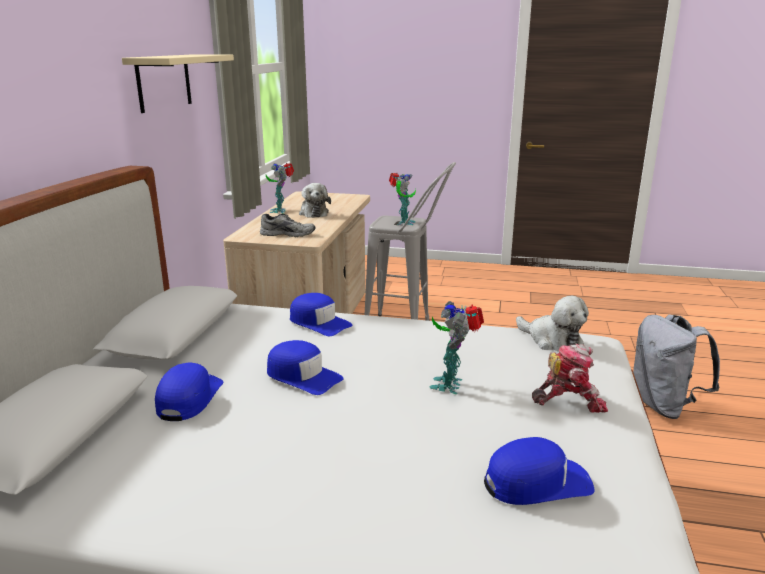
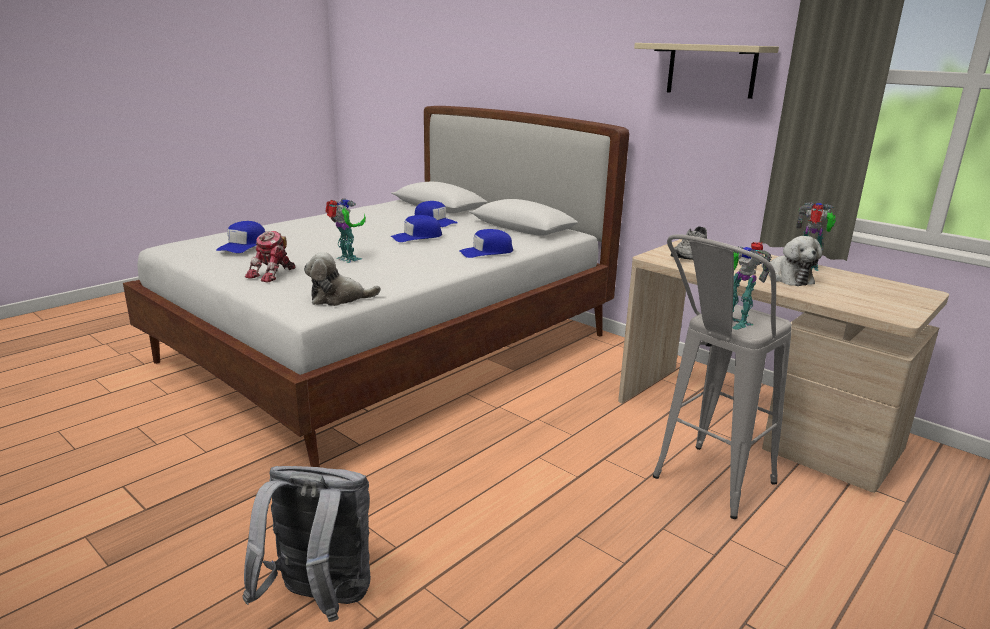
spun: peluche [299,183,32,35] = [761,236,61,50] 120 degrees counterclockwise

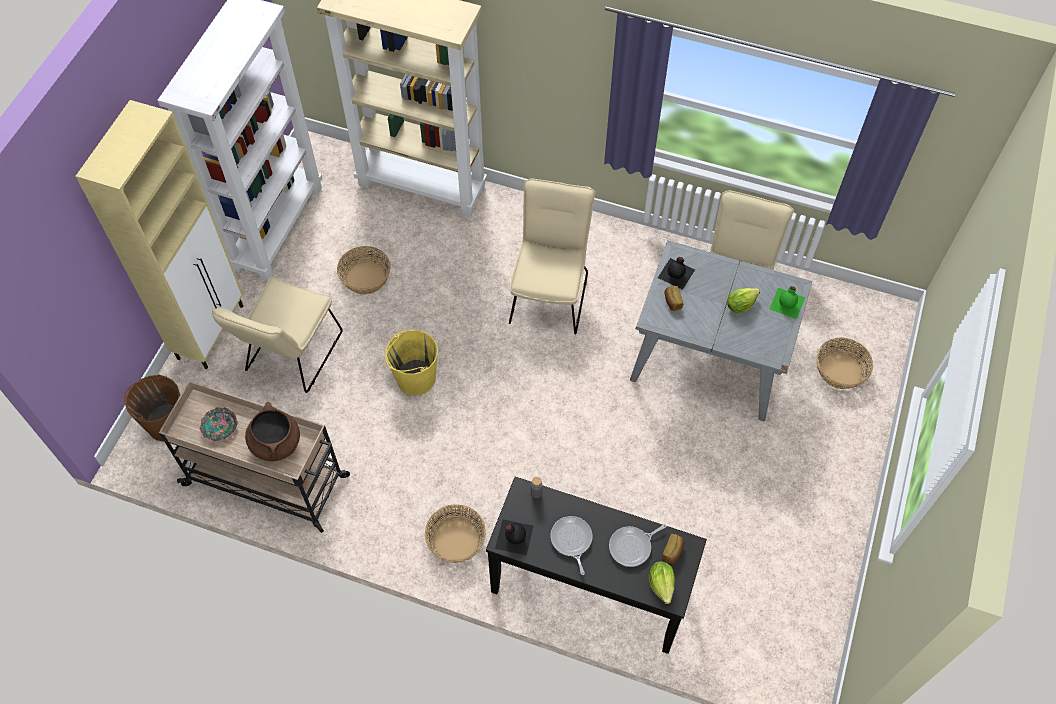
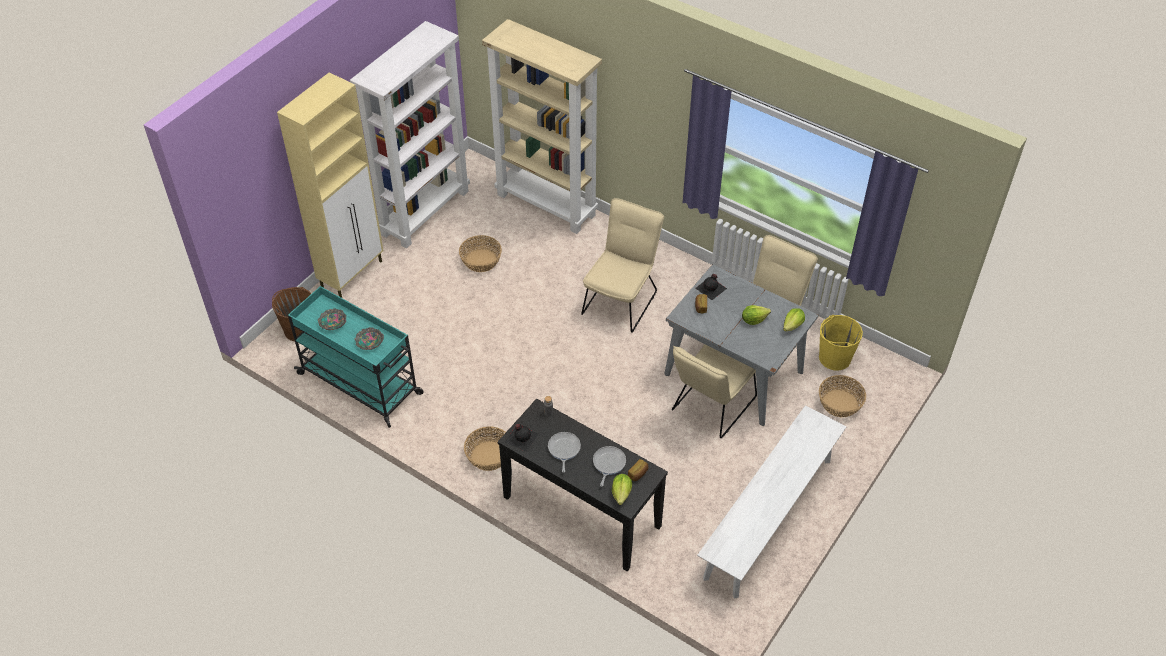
appeared: banco/blanco [697,405,150,194]
relocated: silla/beis [211,277,132,116] to [672,344,85,94]; cubo/amarillo [385,330,53,65] to [819,315,44,56]
exchanged: botella/verde [769,286,36,33] to lechuga [783,308,22,23]; olla/marrón [245,402,55,59] to cuenco [355,327,29,23]
colour: carrito/beis [159,381,191,152] to carrito/turquesa [288,286,136,142]
spun: sartén [609,524,57,43] = [593,446,33,41] 120 degrees clockwise

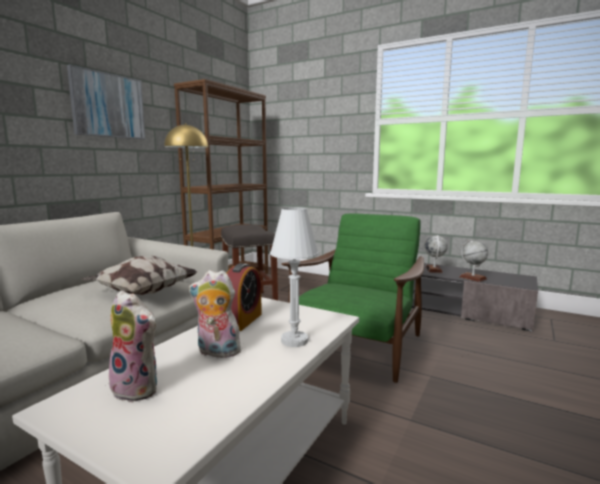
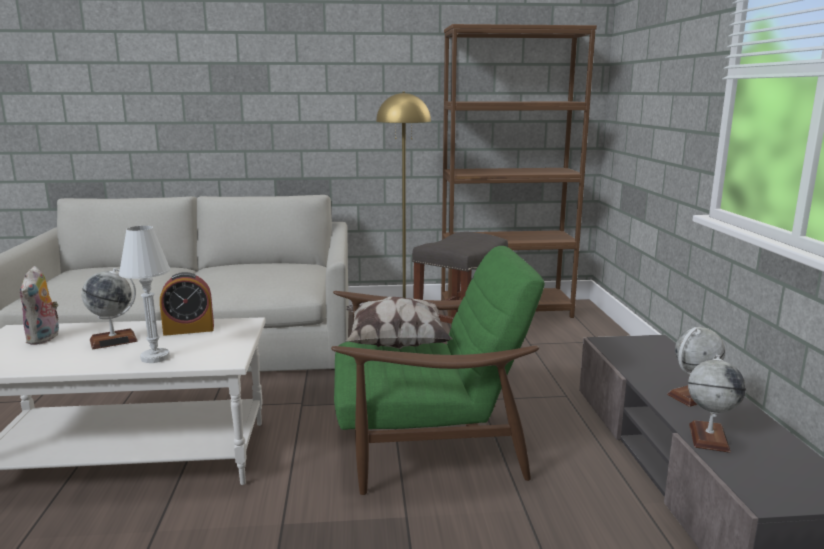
missing: cuadro [67,64,78,75]
relocated: cojín [81,255,116,40] to [345,297,107,52]
exchanged: peluche [189,270,52,90] to globo terráqueo [82,268,56,82]

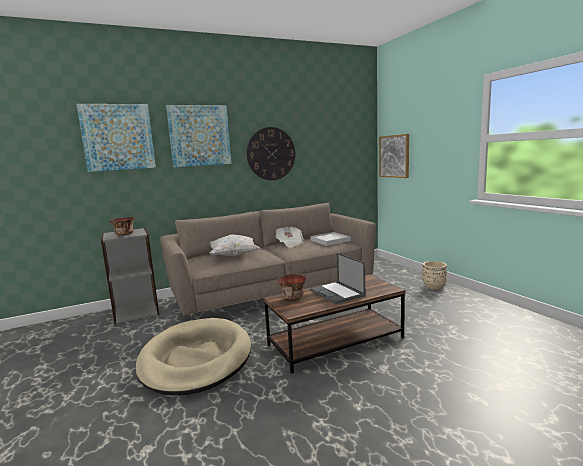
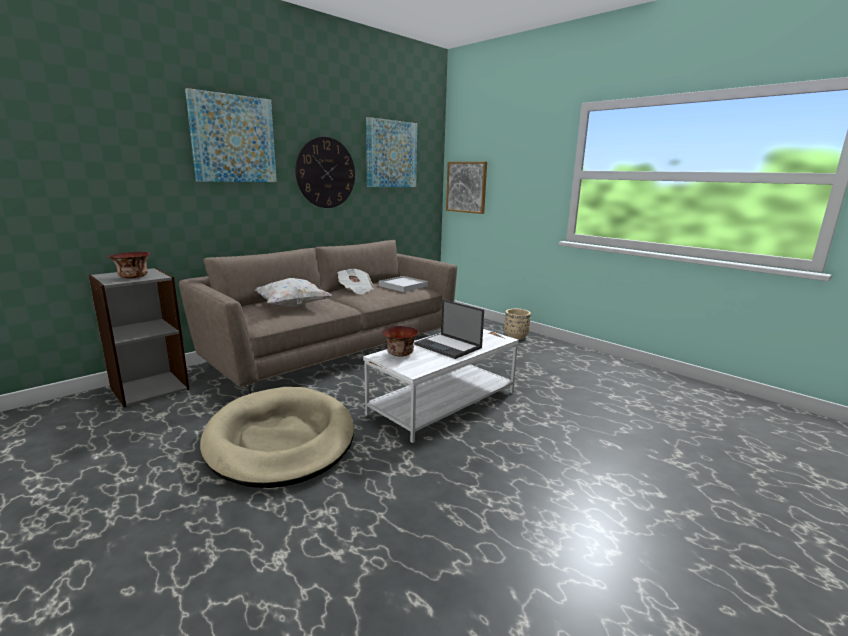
relocated: cuadro [77,104,79,68] to [366,117,51,70]
colour: mesa de centro/marrón [263,274,142,100] to mesa de centro/blanco [363,329,156,114]

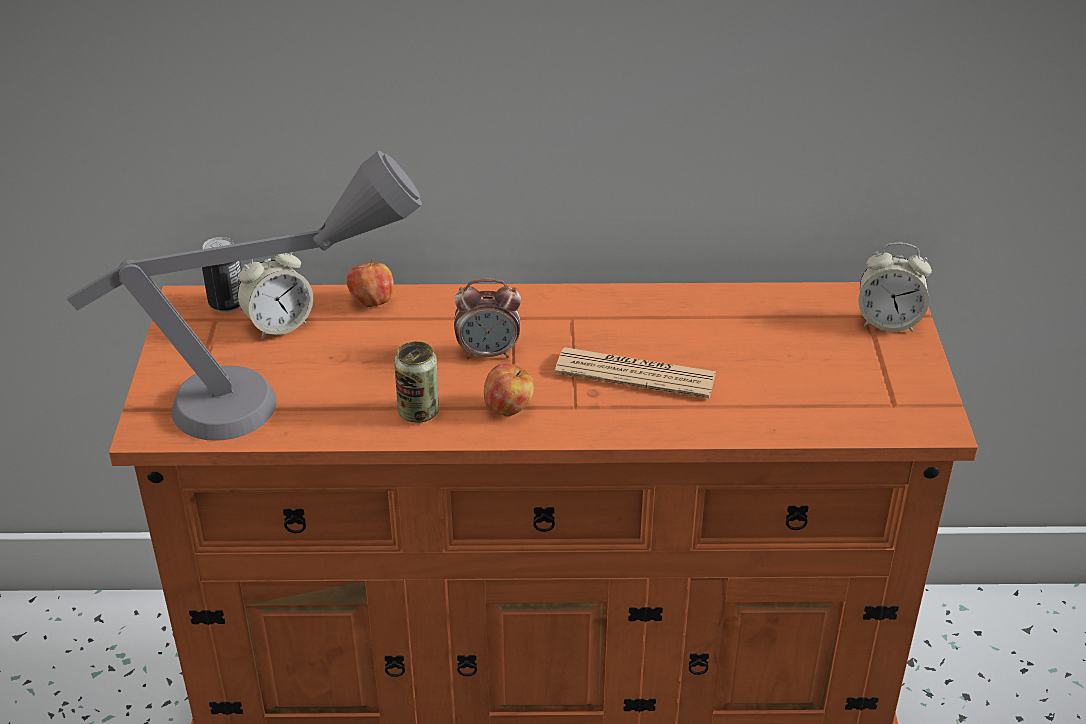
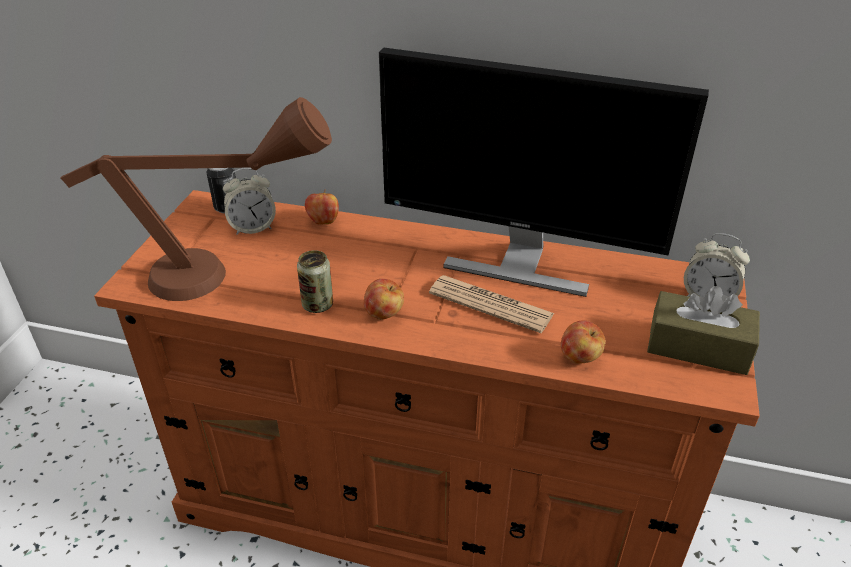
missing: despertador [454,279,67,80]
appeared: monitor [379,48,330,249]; caja de pañuelos/marrón [647,286,113,89]; manzana [561,320,45,44]
colour: lámpara de mesa/gris [67,150,355,291] to lámpara de mesa/marrón [61,97,271,204]

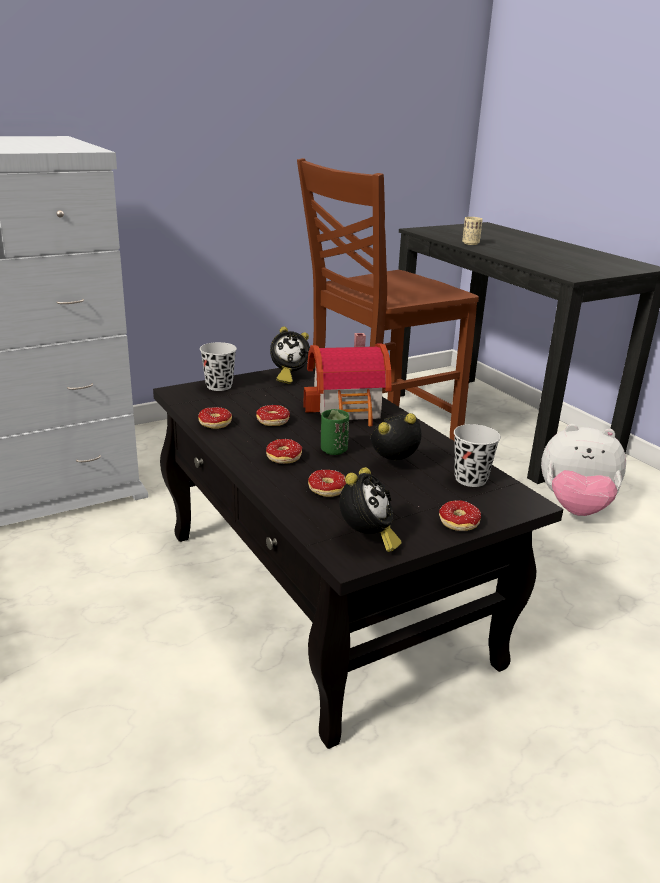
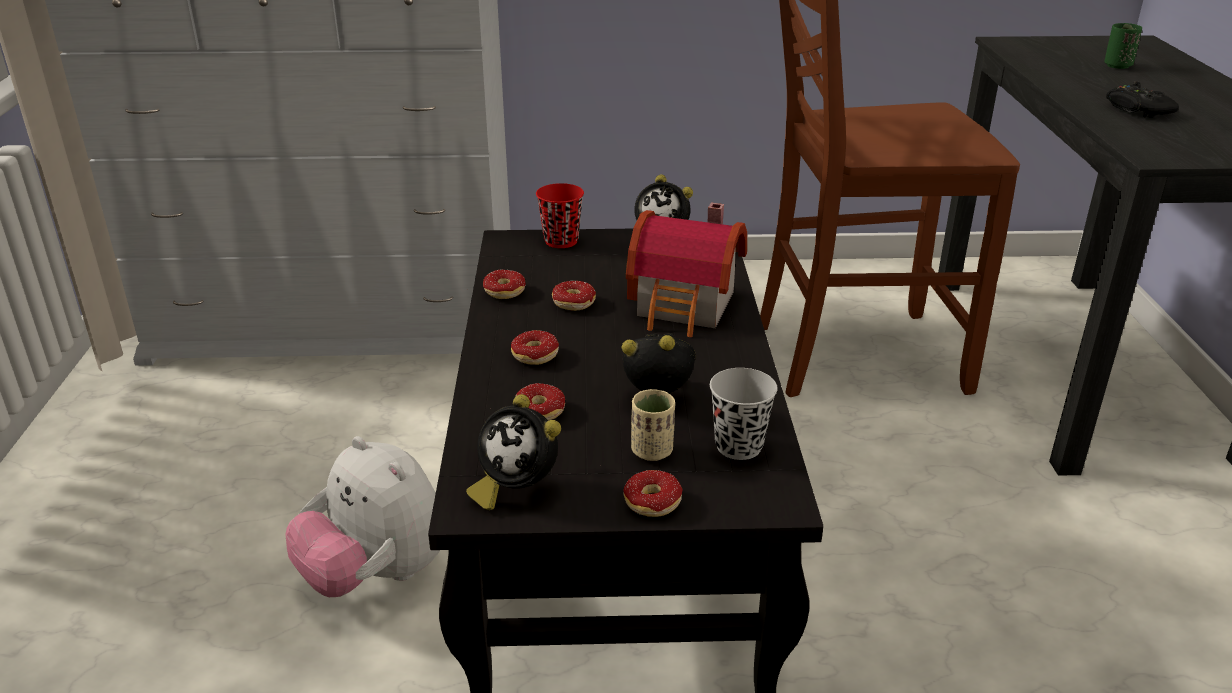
appeared: mando de consola/negro [1106,81,73,37]
relocated: taza/beis [462,217,21,28] to [631,389,44,72]; taza/verde [321,409,28,46] to [1104,23,38,46]; peluche [541,424,85,92] to [285,436,155,161]
colour: taza/negro [200,342,37,49] to taza/rojo [536,183,48,65]
spun: despertador [339,467,63,85] = [466,394,95,116] 75 degrees clockwise

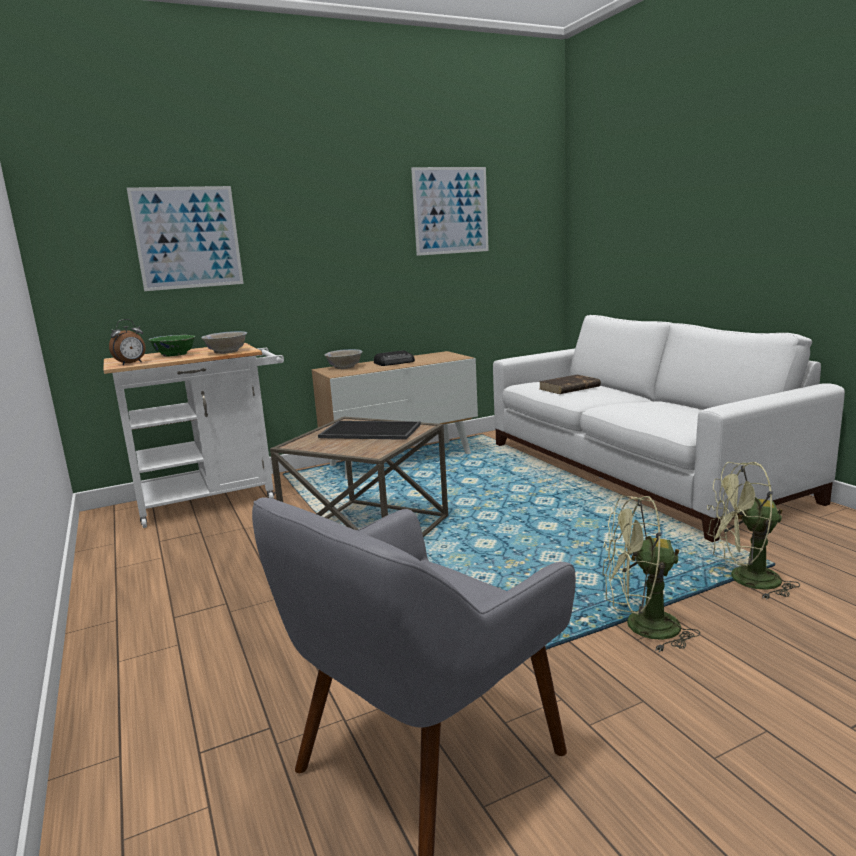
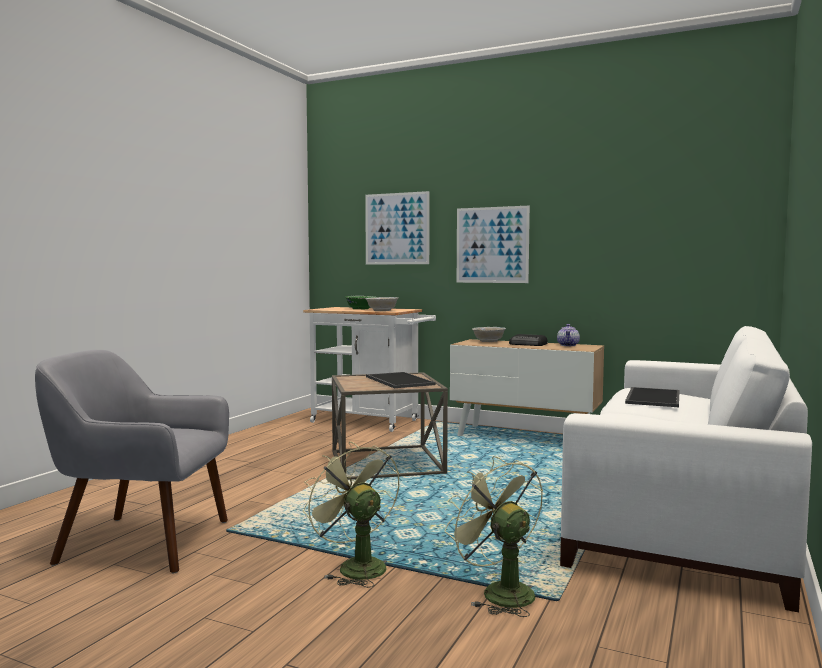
missing: despertador [109,319,37,46]
appeared: tetera [557,324,23,22]
relocated: cuadro [411,167,78,89] to [457,206,73,77]
exchanged: libro/marrón [539,375,62,19] to bandeja [625,387,55,20]

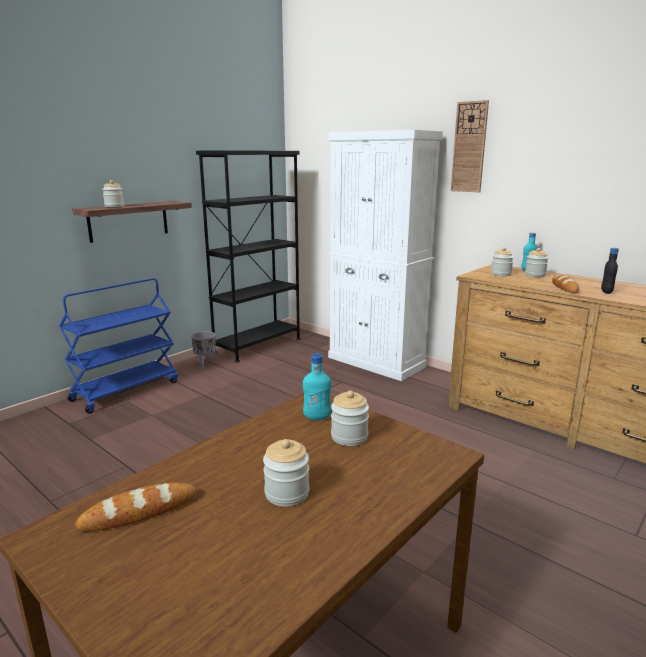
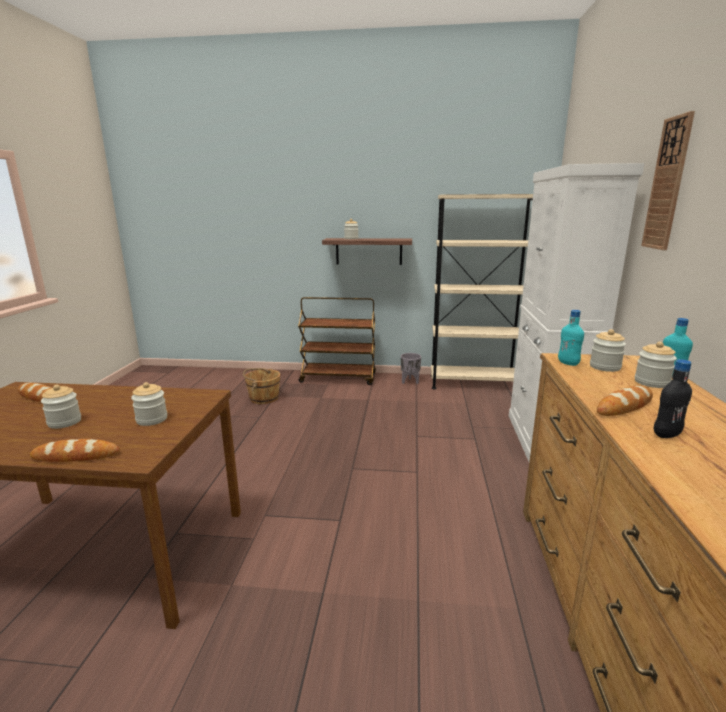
appeared: cubo/marrón [243,368,37,36]; pan [30,439,90,23]
relocated: botella/turquesa [303,354,28,66] to [558,310,26,56]
colour: estantería/negro [196,150,105,213] to estantería/beis [431,194,102,195]; carrito/azul [59,278,119,136] to carrito/marrón [298,297,78,88]

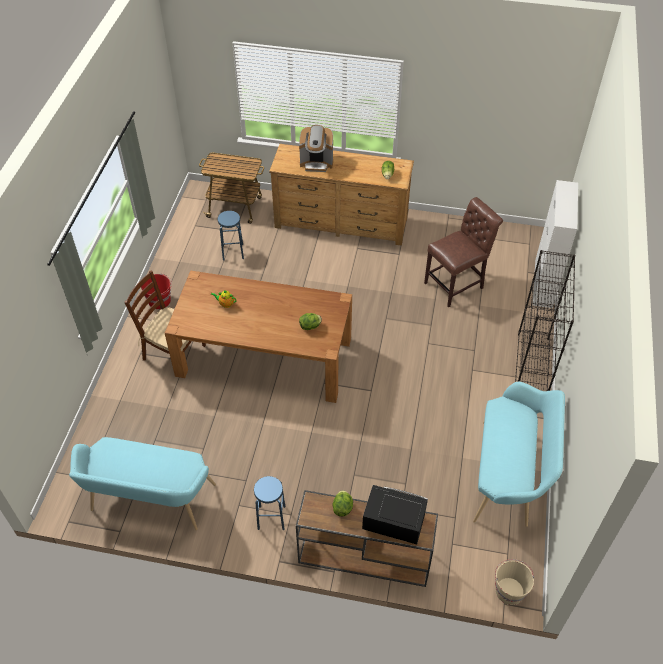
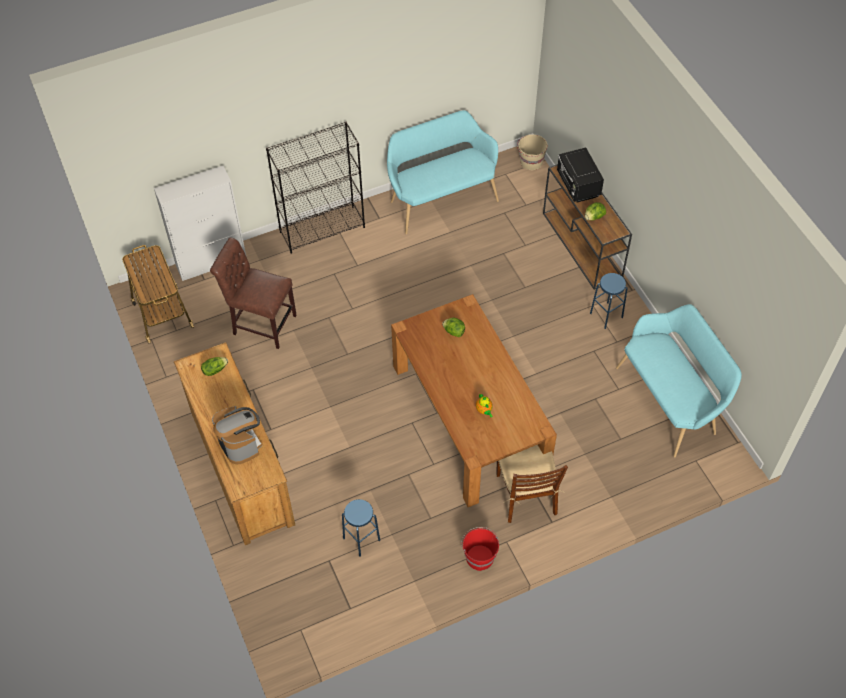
relocated: carrito [199,152,65,72] to [122,245,72,99]

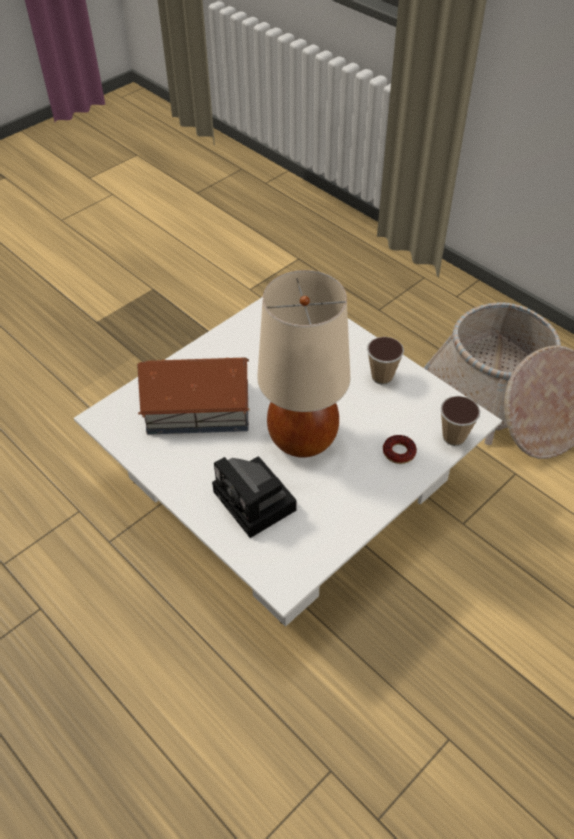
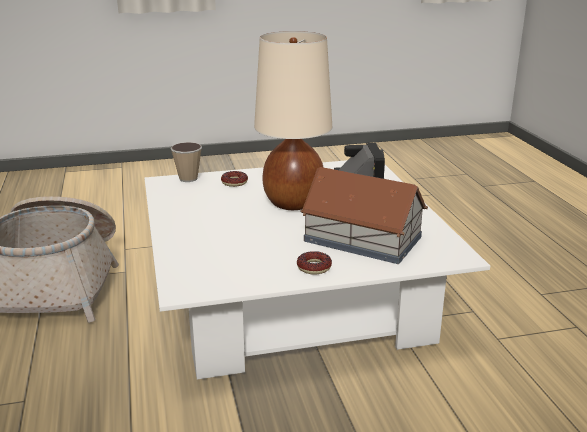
missing: taza [367,337,37,48]
appeared: rosquilla [297,251,35,23]

